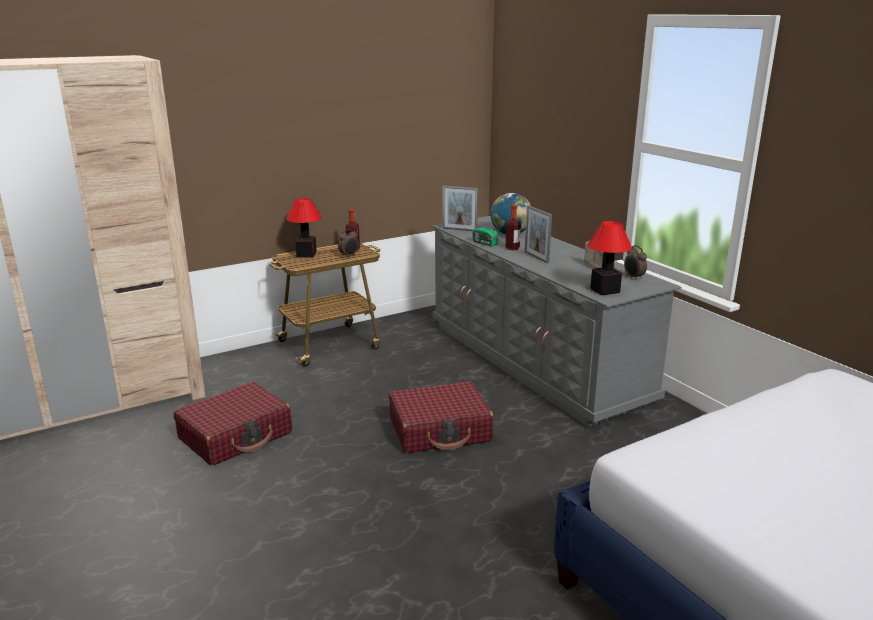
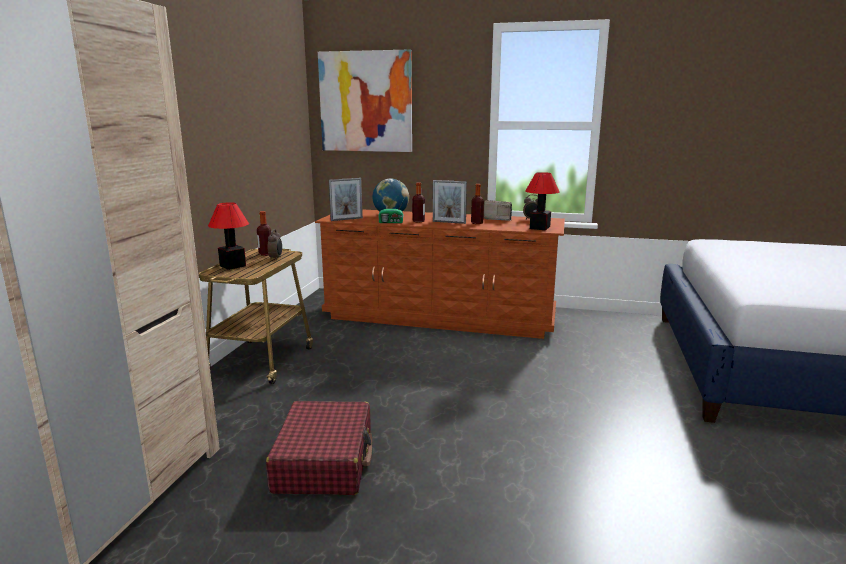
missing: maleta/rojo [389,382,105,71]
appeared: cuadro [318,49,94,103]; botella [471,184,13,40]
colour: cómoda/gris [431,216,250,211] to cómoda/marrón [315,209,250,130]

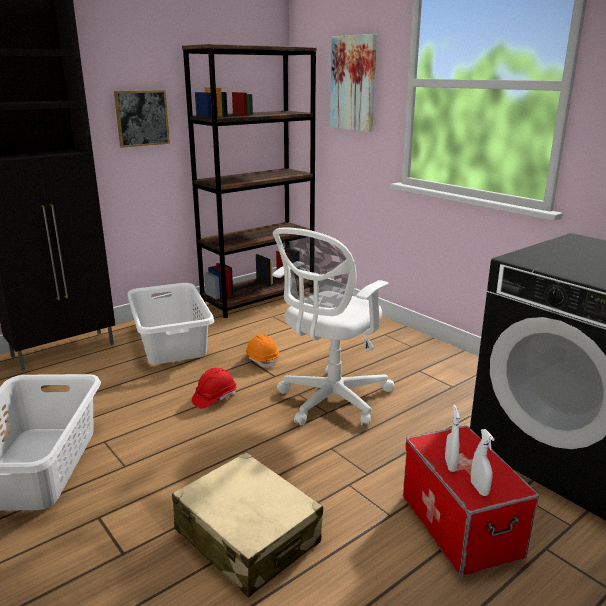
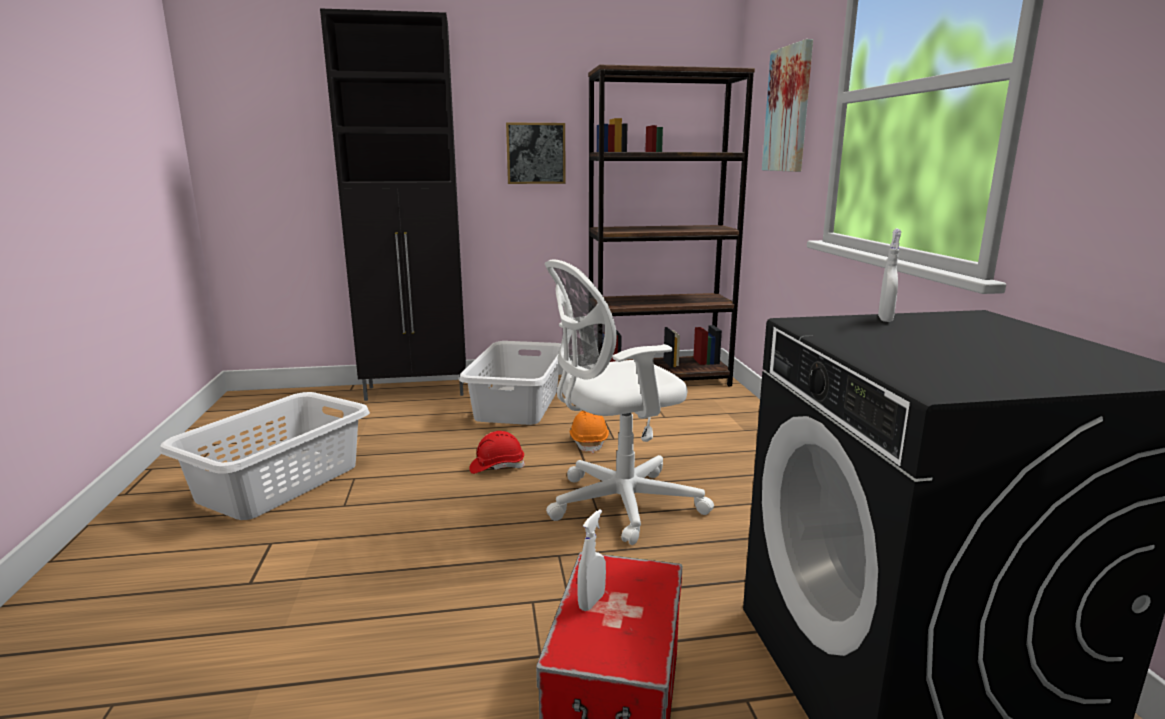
missing: maleta/beis [172,452,151,146]
relocated: pulverizador/blanco [471,429,24,67] to [878,228,23,94]

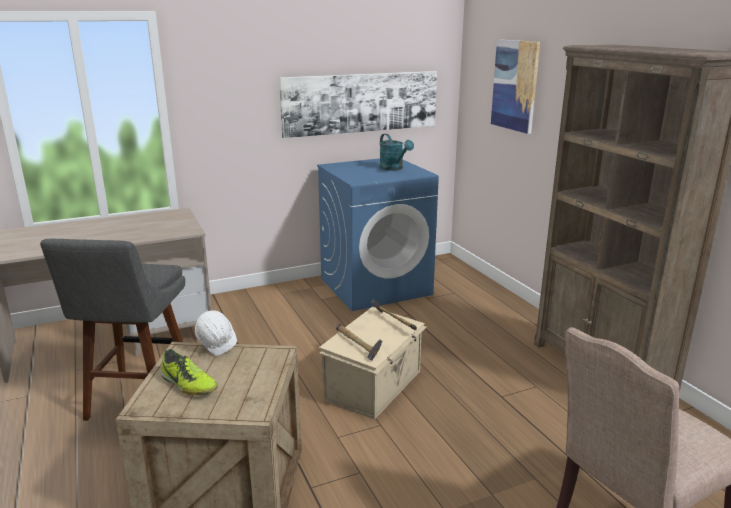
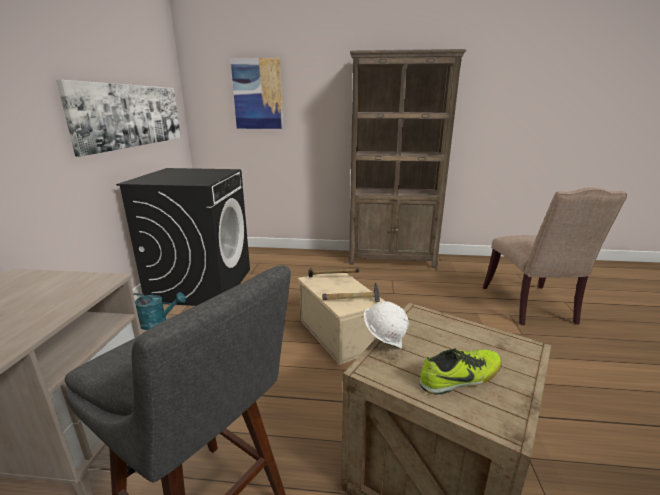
relocated: regadera/turquesa [379,134,35,37] to [133,292,53,38]
colour: lavadora/azul [317,158,122,153] to lavadora/negro [116,168,134,138]

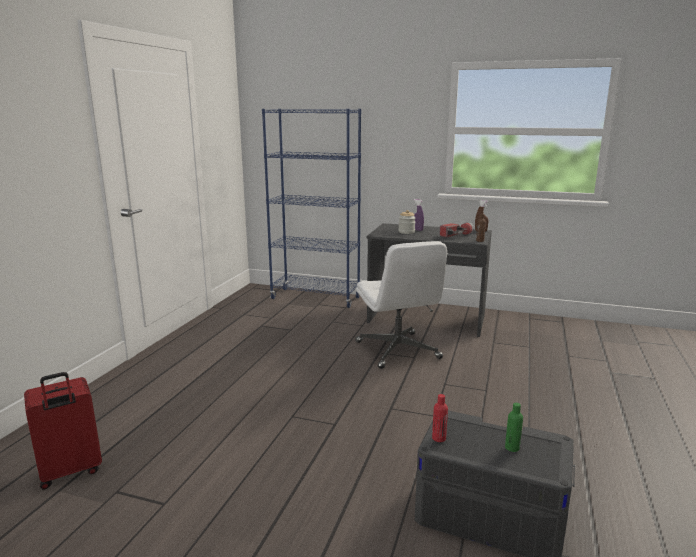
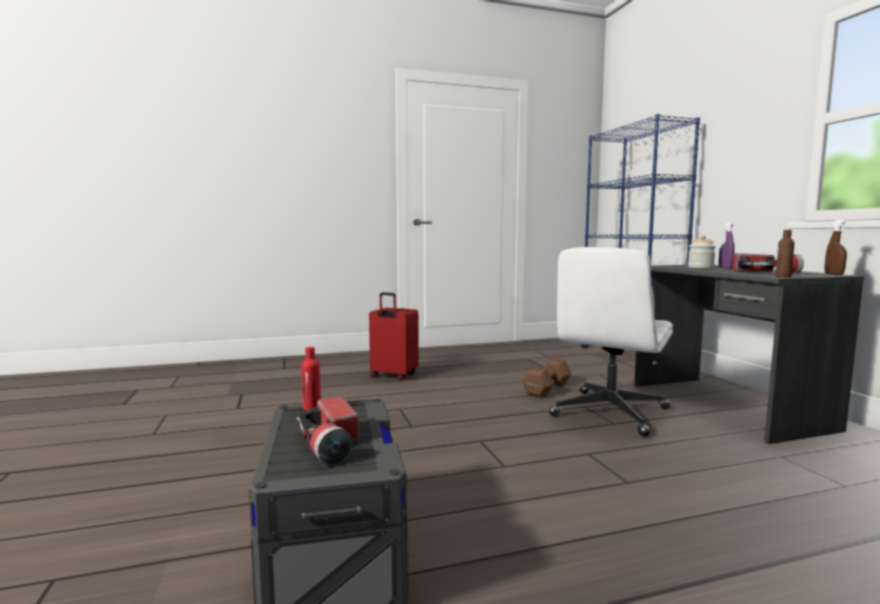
appeared: mancuerna/marrón [522,358,50,40]
relocated: maleta/rojo [24,372,78,118] to [369,292,50,88]
exchanged: botella/verde [505,403,18,49] to linterna [297,397,62,68]

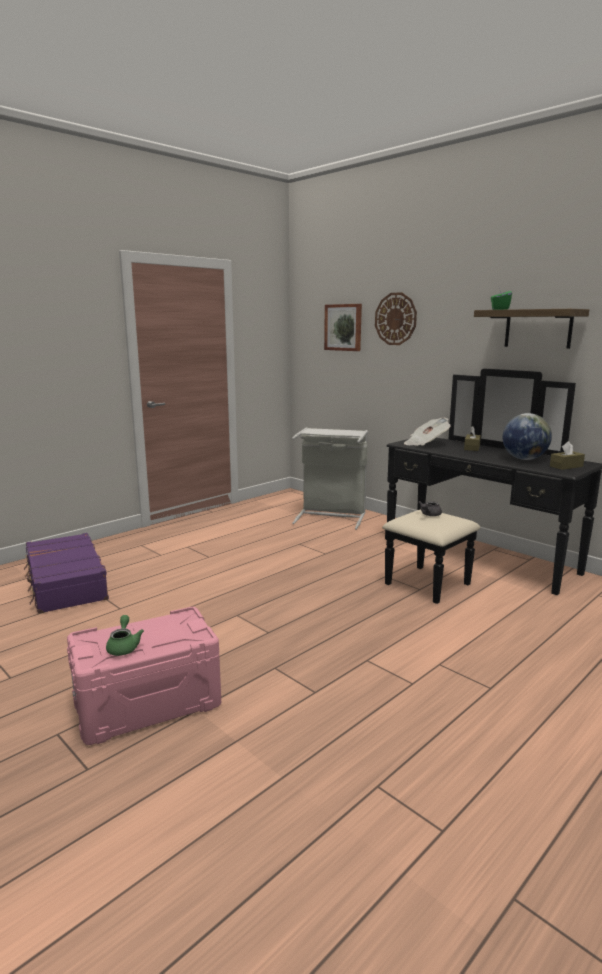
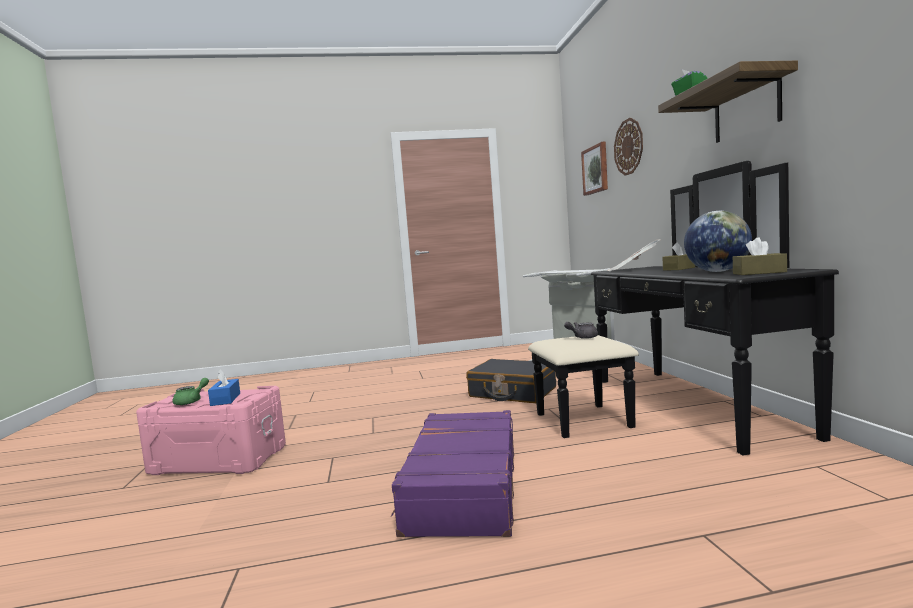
appeared: maleta/negro [466,359,90,44]; caja de pañuelos/azul [208,369,32,37]
relocated: maleta/morado [24,533,85,81] to [391,410,123,127]

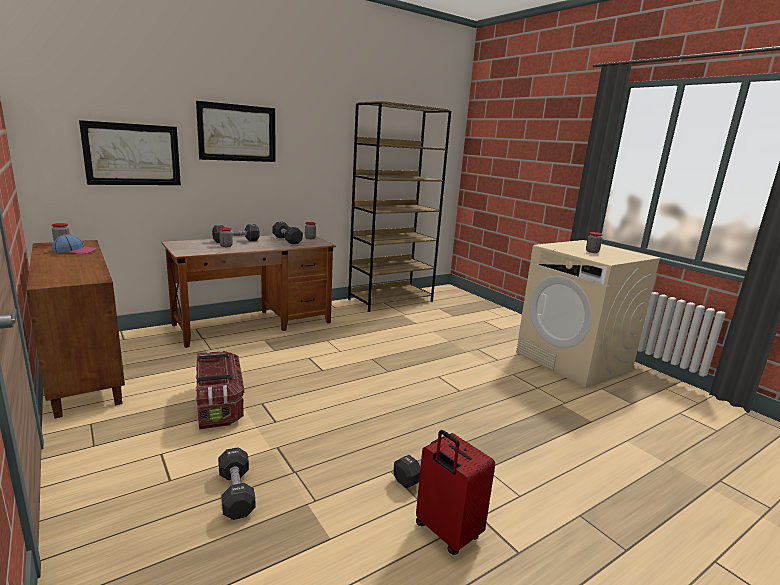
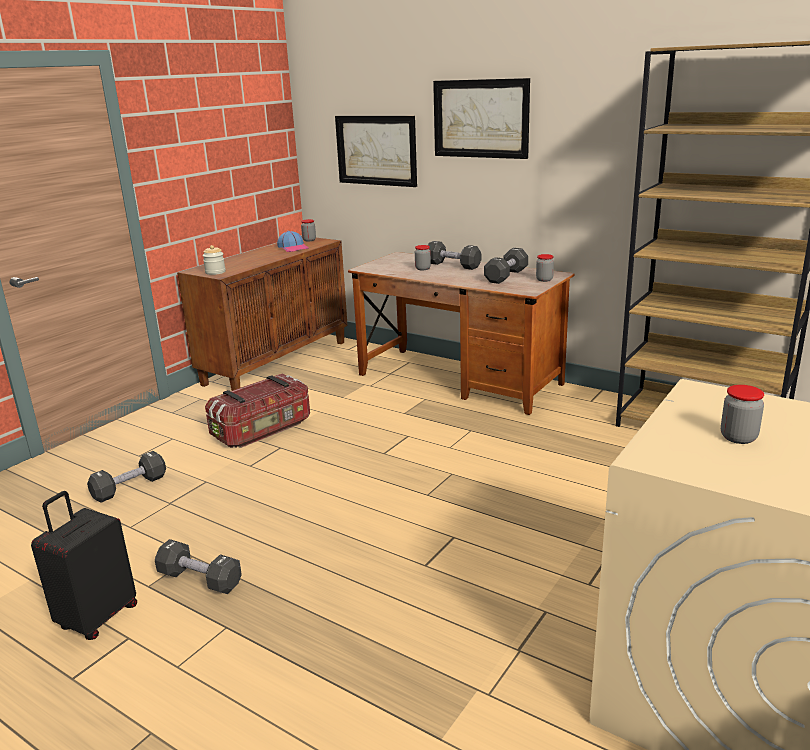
appeared: tarro [203,245,23,30]
colour: maleta/rojo [416,430,79,125] to maleta/negro [31,491,106,149]

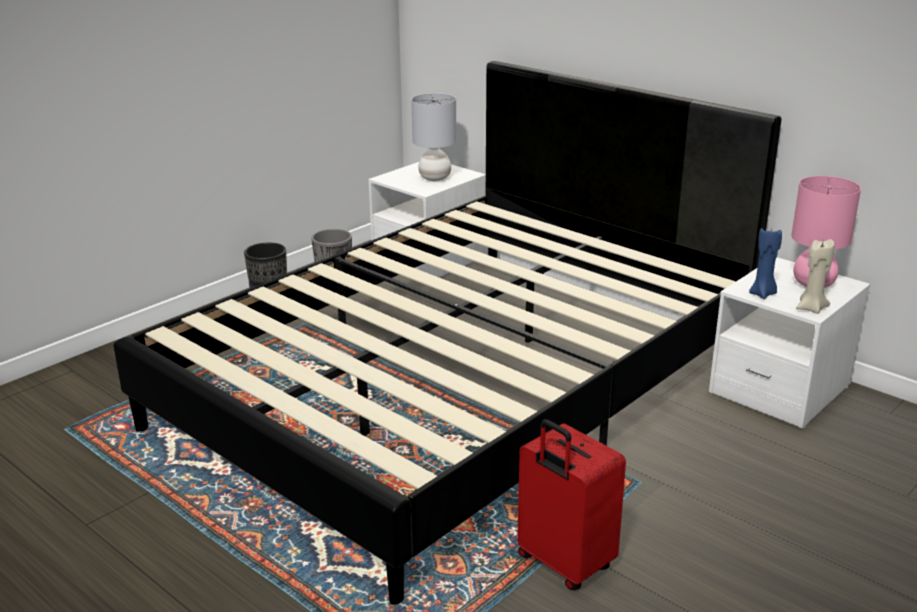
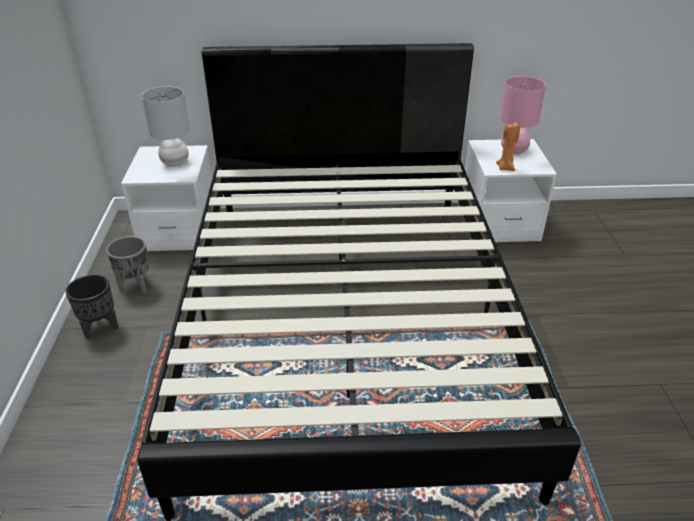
missing: vela/beis [796,239,39,75]; maleta/rojo [517,419,109,171]
colour: vela/azul [749,227,33,72] to vela/naranja [496,122,24,49]

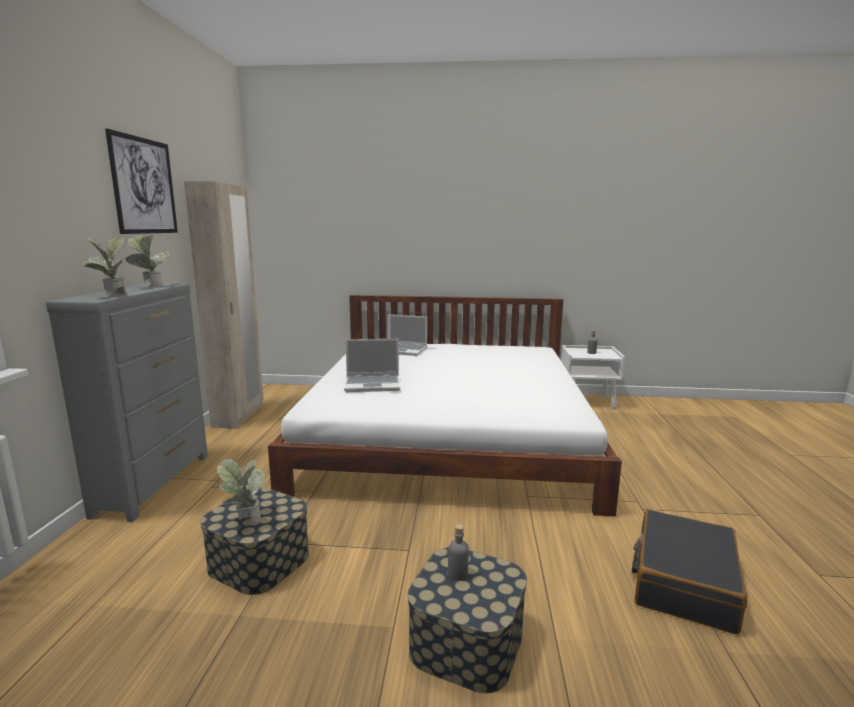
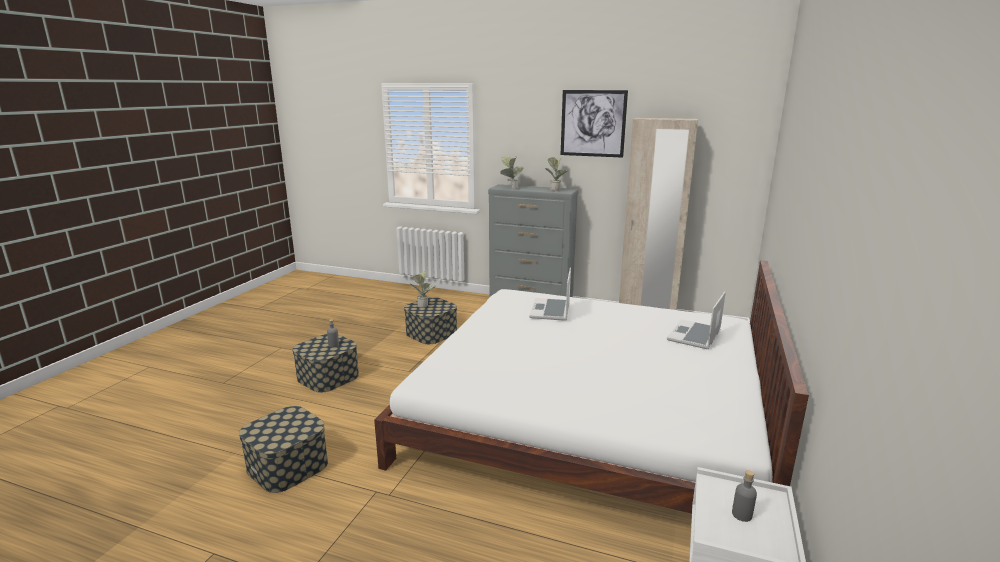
exchanged: maleta/negro [632,509,115,125] to caja de almacenaje [239,406,89,87]

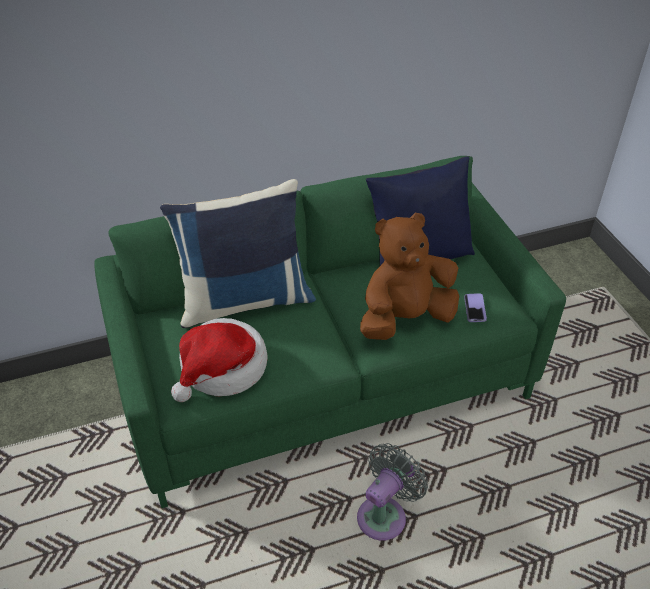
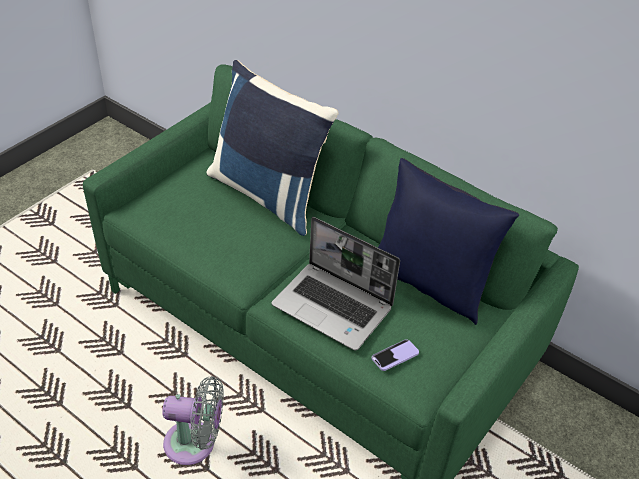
missing: sombrero [171,318,97,84]
exchanged: peluche/marrón [360,213,99,127] to portátil [271,217,129,134]

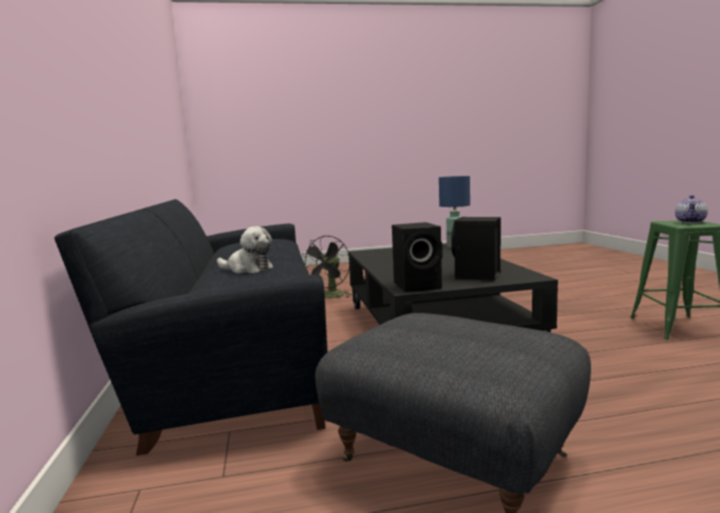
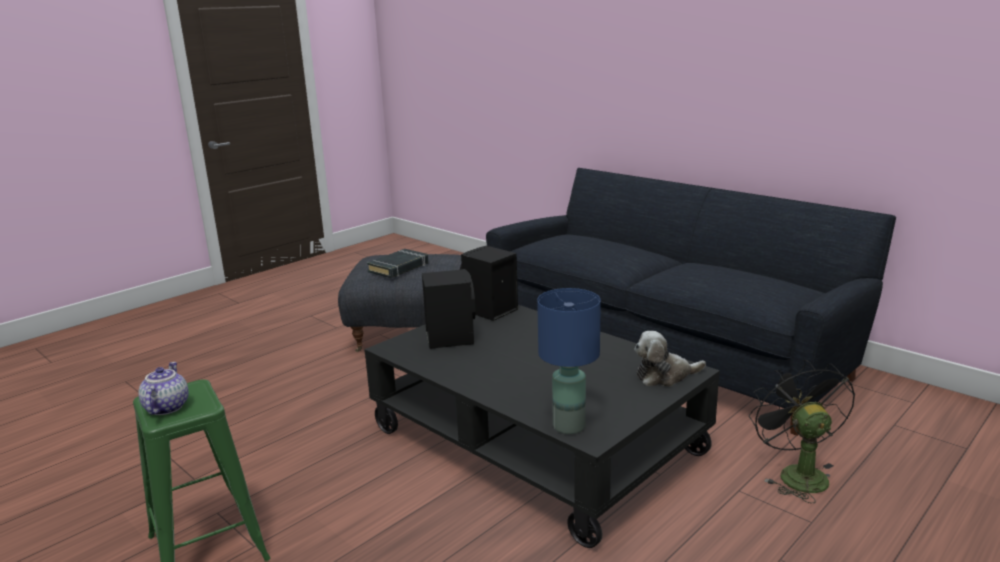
appeared: libro/negro [367,249,62,29]
relocated: peluche [217,226,57,48] to [634,331,72,56]

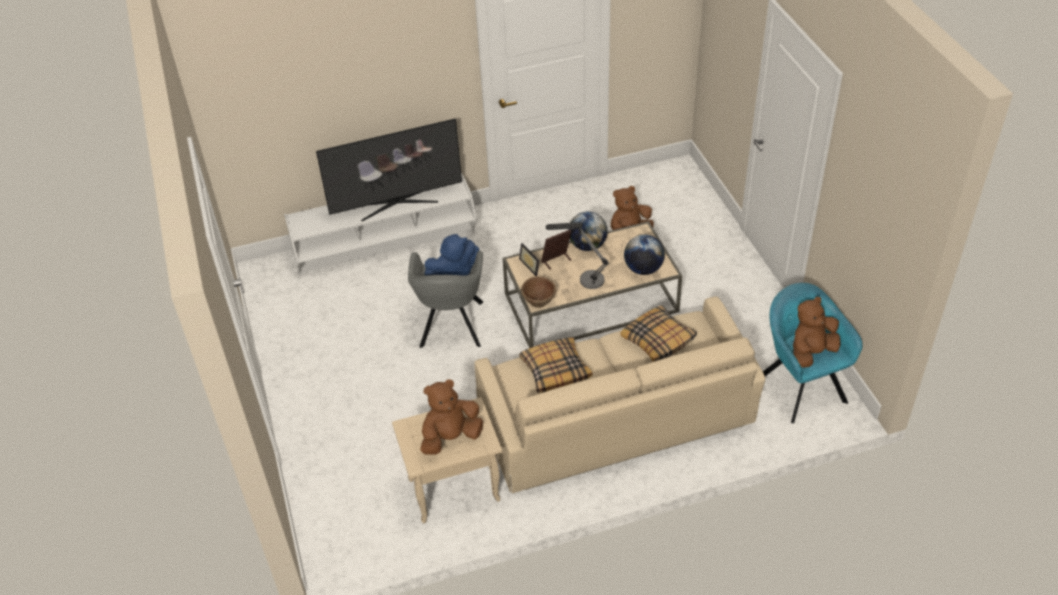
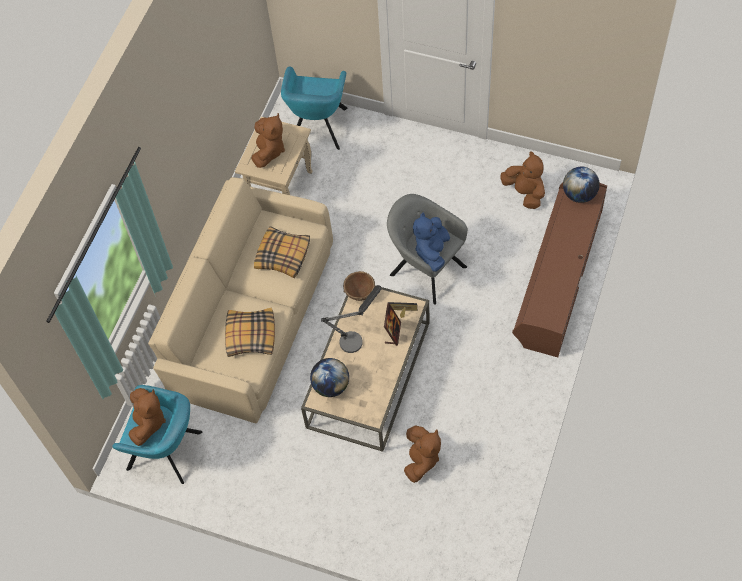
missing: televisor [316,119,146,103]
appeared: sillón/turquesa [281,67,66,83]; peluche/marrón [501,151,44,58]
relocated: globo terráqueo [568,212,40,39] to [563,167,37,36]
colour: mueble de televisión/blanco [284,173,193,101] to mueble de televisión/marrón [512,183,95,174]

